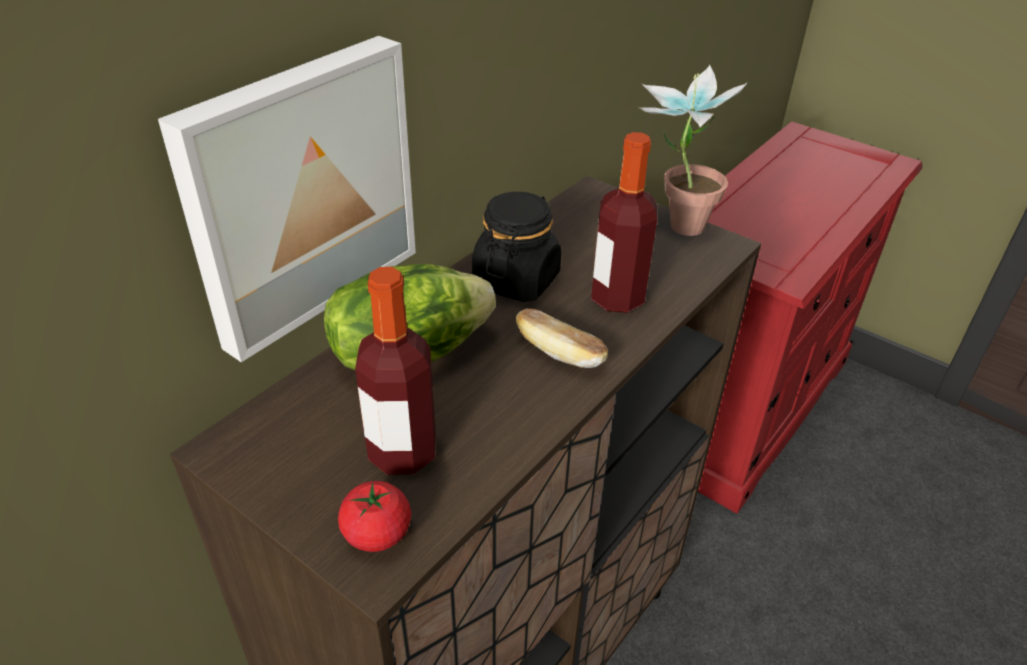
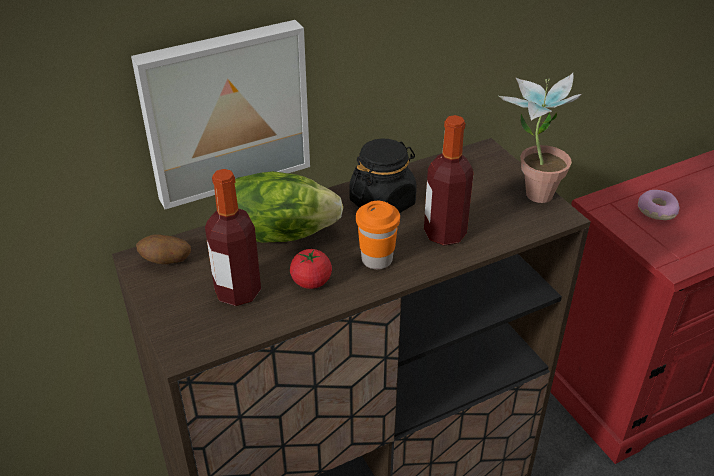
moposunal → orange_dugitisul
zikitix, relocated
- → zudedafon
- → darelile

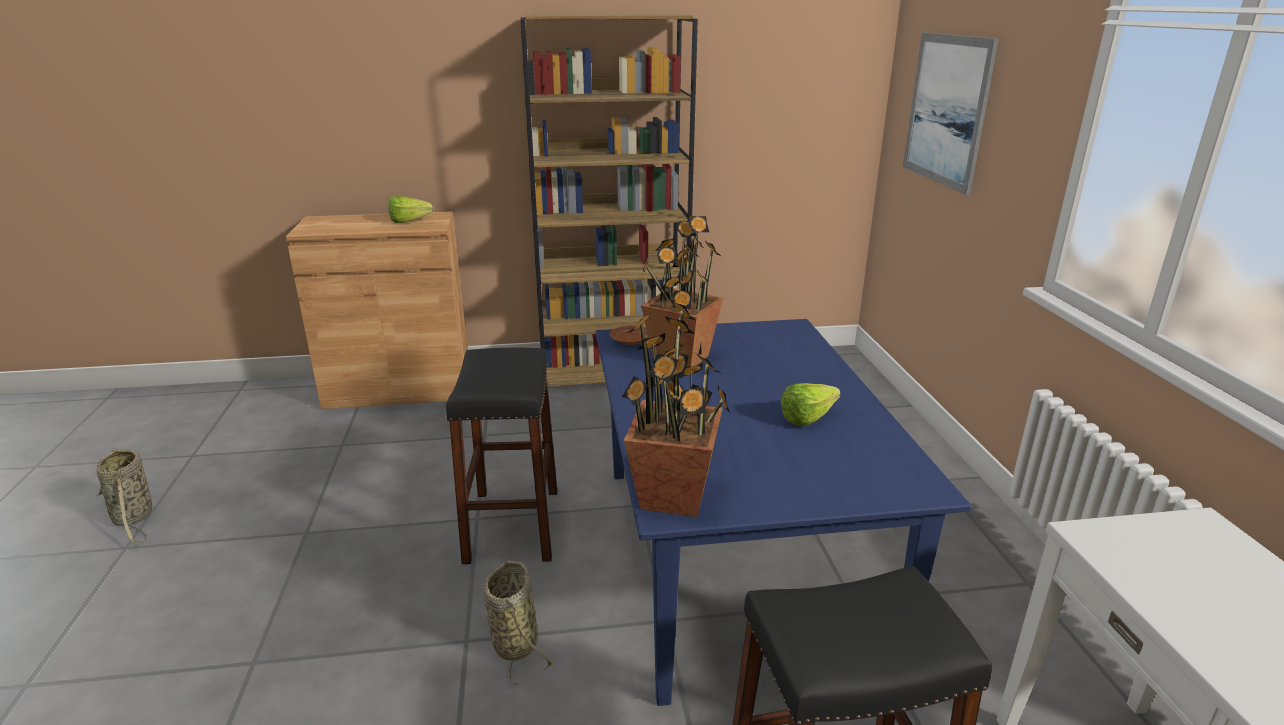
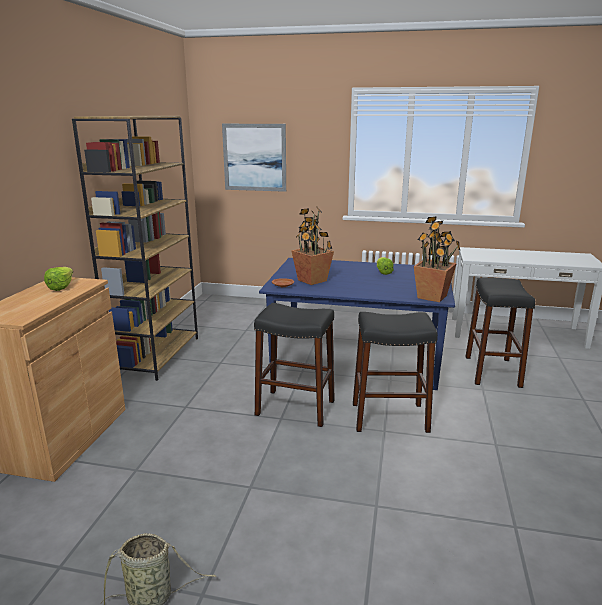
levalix (no. 2 from left) → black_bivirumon (no. 2 from left)

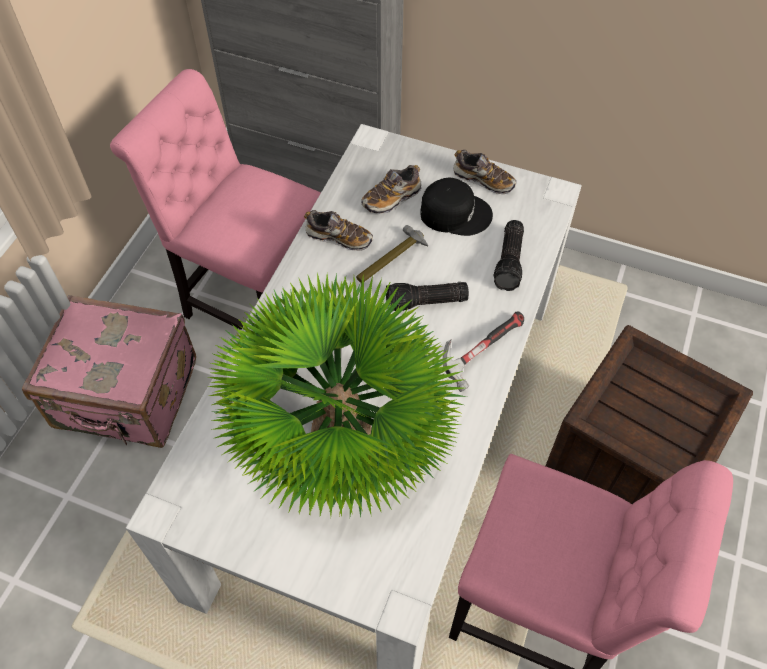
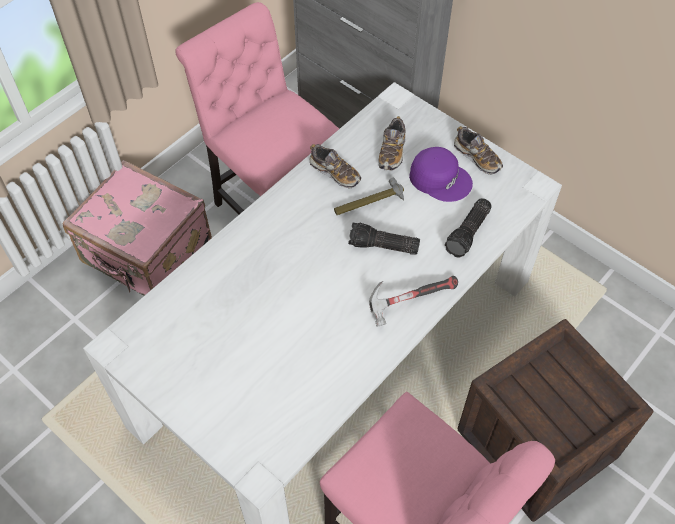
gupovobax (no. 2 from left), 60 degrees counterclockwise
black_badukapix → purple_badukapix
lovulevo → -

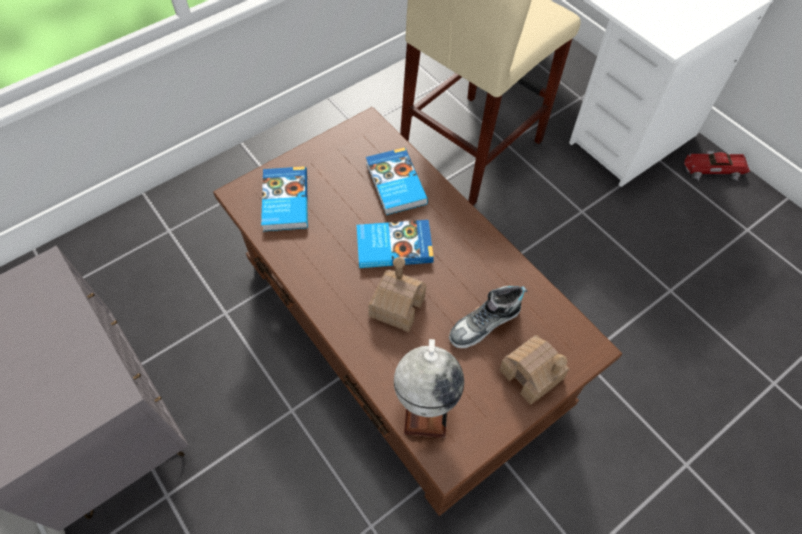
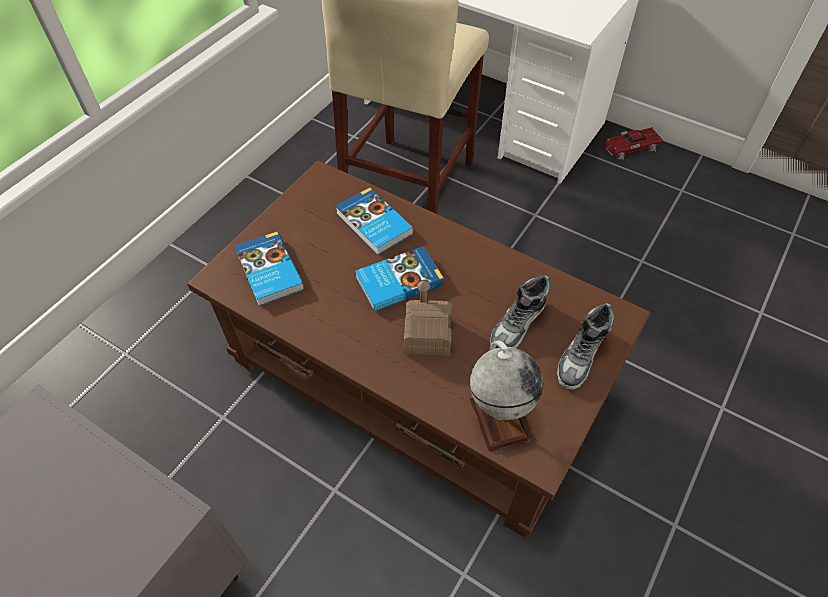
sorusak (no. 2 from left) → gupovobax (no. 2 from left)

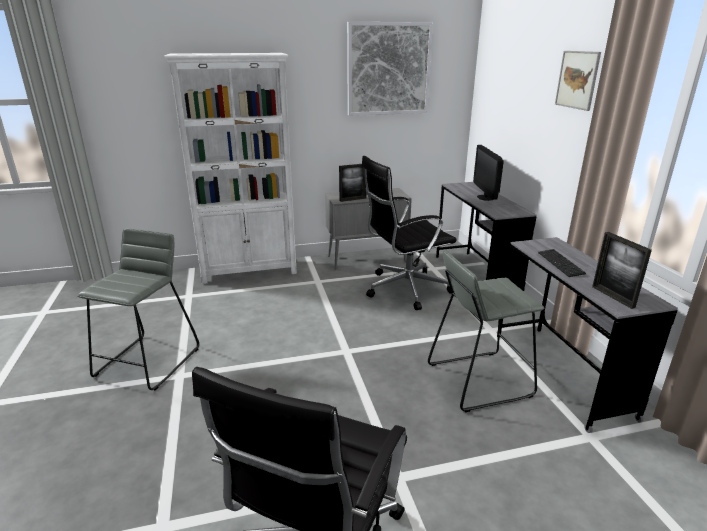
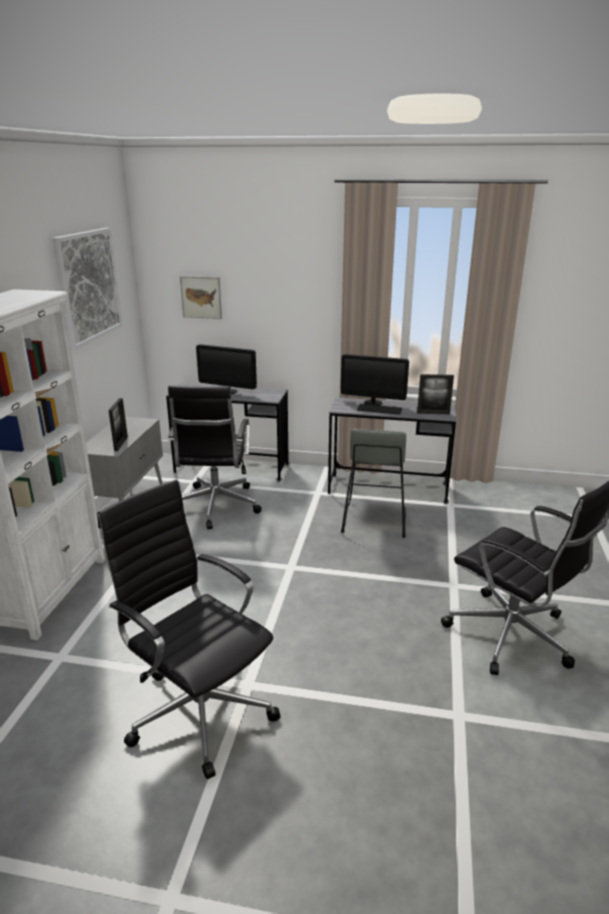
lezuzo (no. 2 from left), relocated
grey_bivirumon (no. 1 from left) → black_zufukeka (no. 1 from left)
- → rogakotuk (no. 2 from left)

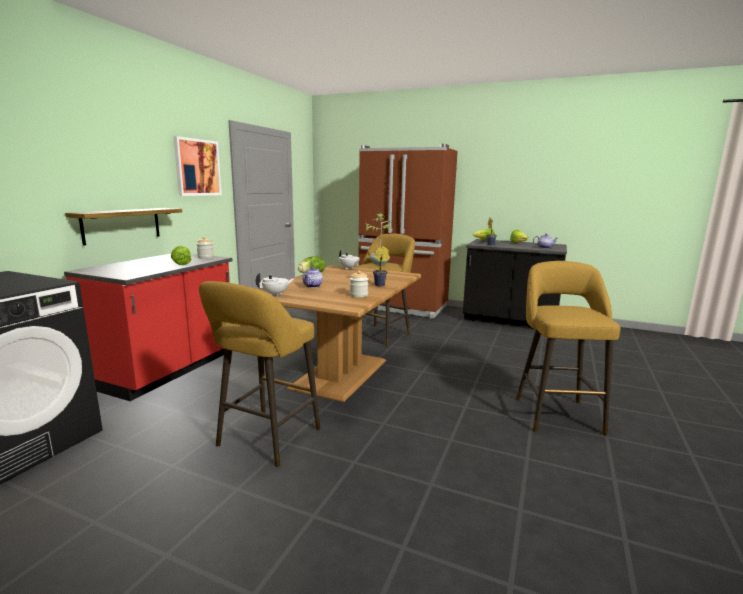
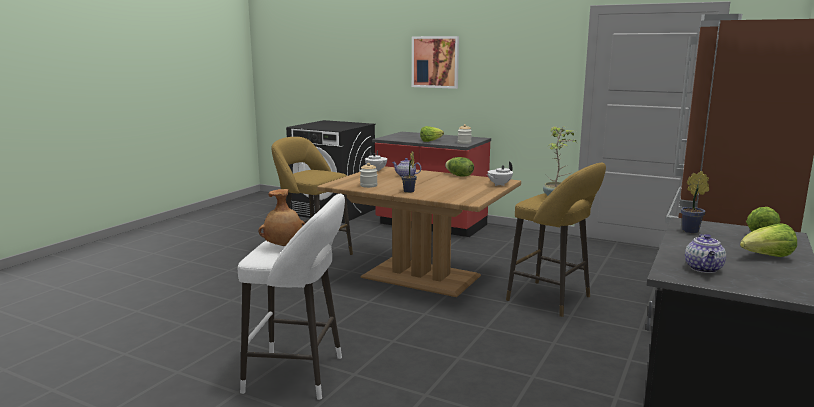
lezuzo, relocated
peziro → -
yellow_bivirumon (no. 3 from left) → white_bivirumon
- → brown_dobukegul

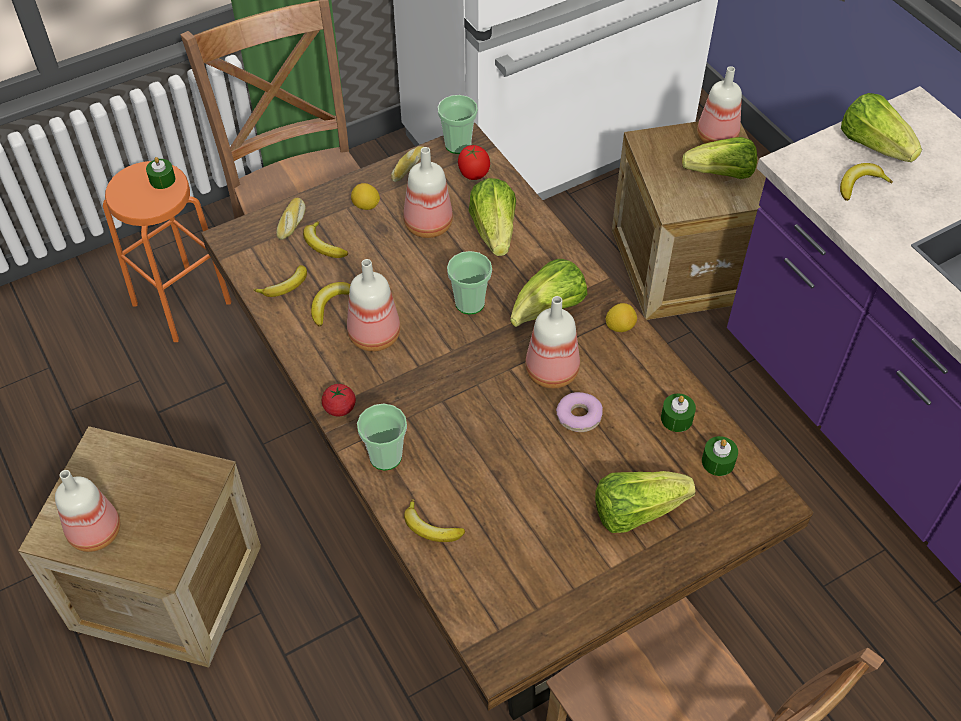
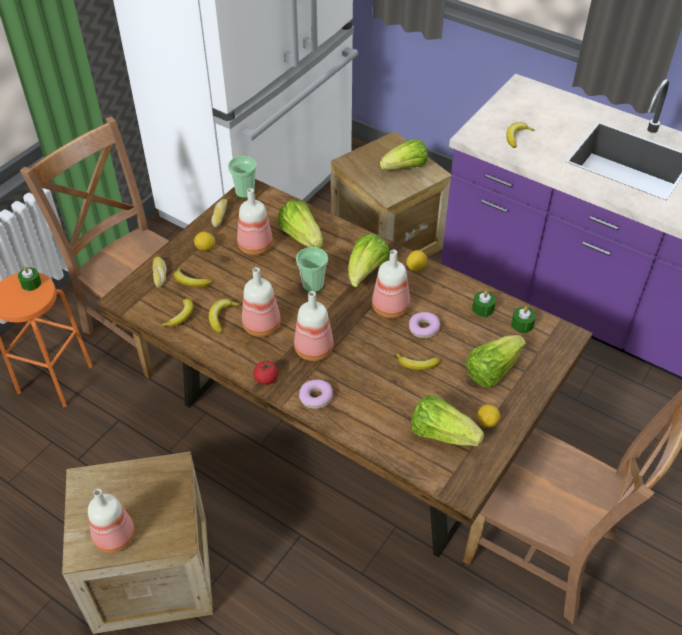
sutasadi (no. 5 from left in the first image) → sutasadi (no. 4 from left), relocated
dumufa (no. 5 from left in the first image) → dumufa (no. 4 from left), relocated
zikitix (no. 2 from left) → -
dugitisul (no. 1 from left) → zudedafon (no. 1 from left)
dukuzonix (no. 4 from left), relocated
- → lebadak (no. 3 from left)

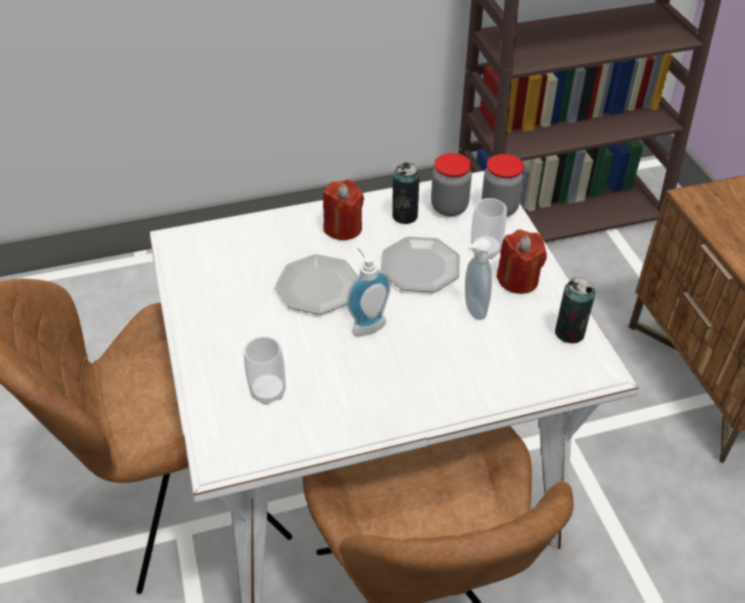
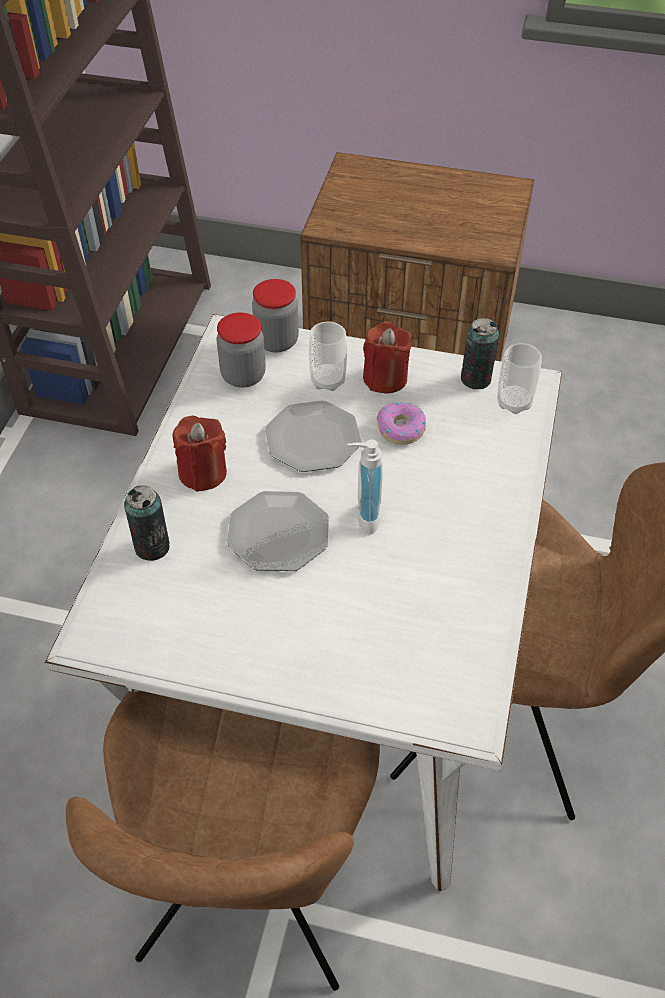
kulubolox (no. 1 from left), relocated
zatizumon (no. 2 from left) → zudedafon
dugitisul (no. 1 from left in the first image) → dugitisul (no. 2 from left), relocated

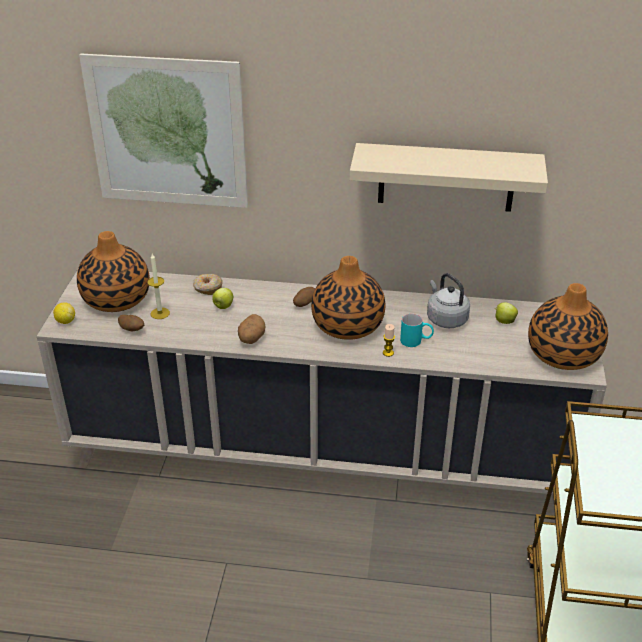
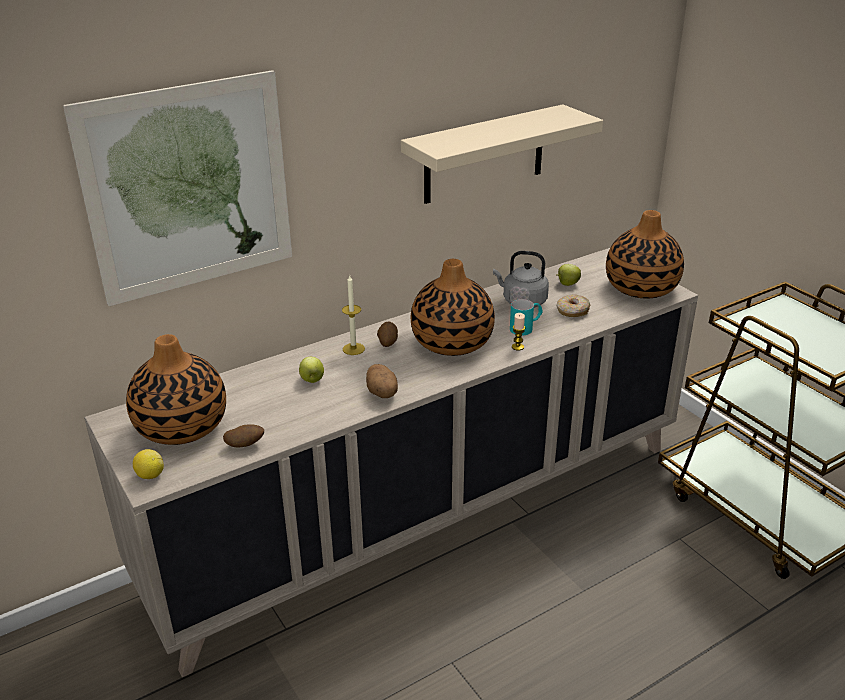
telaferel (no. 1 from left), relocated
zudedafon, relocated

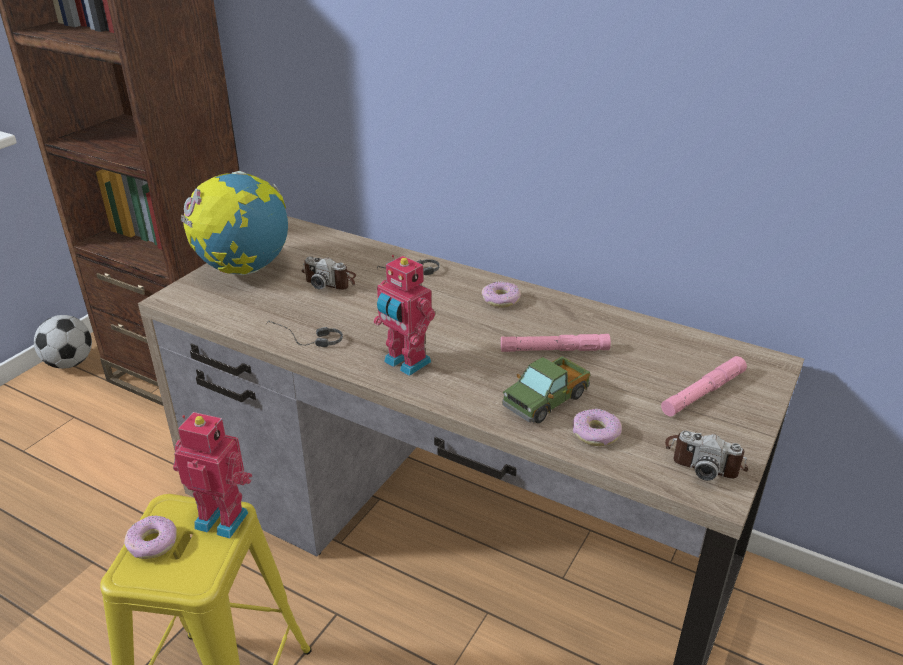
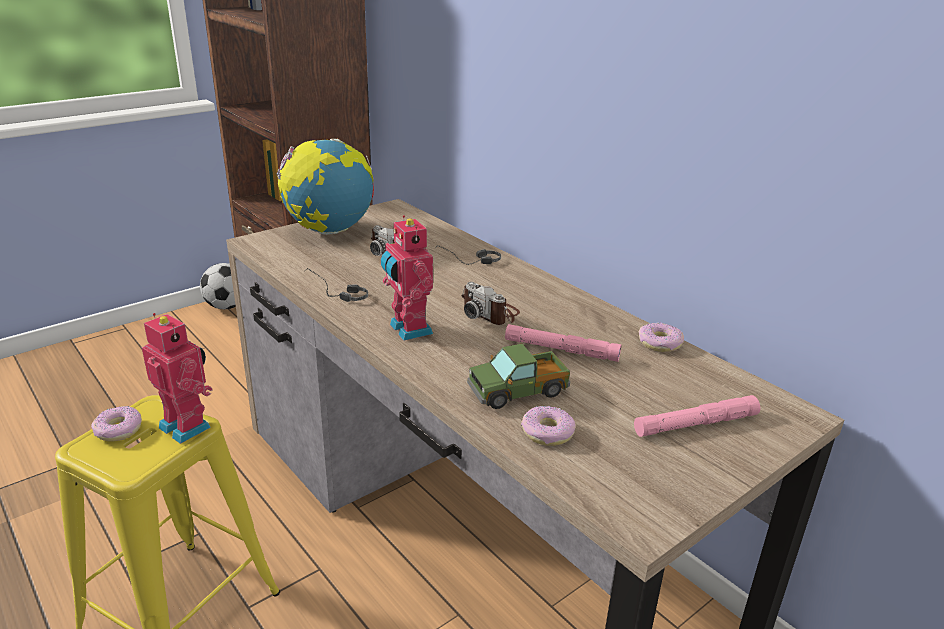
zudedafon (no. 2 from left in the first image) → zudedafon (no. 3 from left), relocated
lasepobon (no. 2 from left), relocated

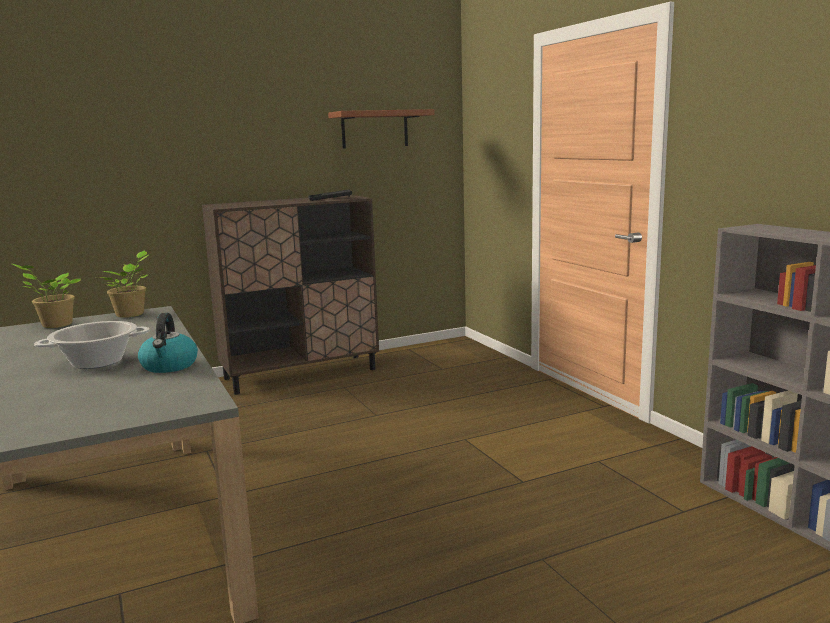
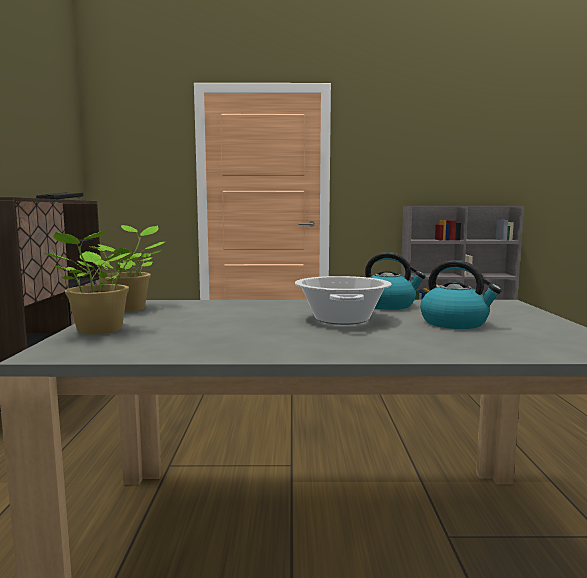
brown_peziro → -
- → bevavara (no. 2 from left)

